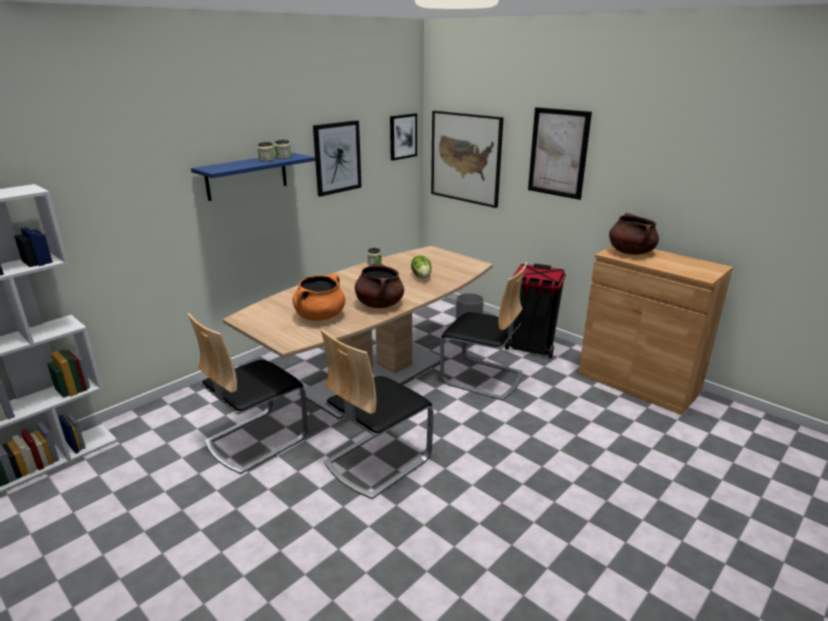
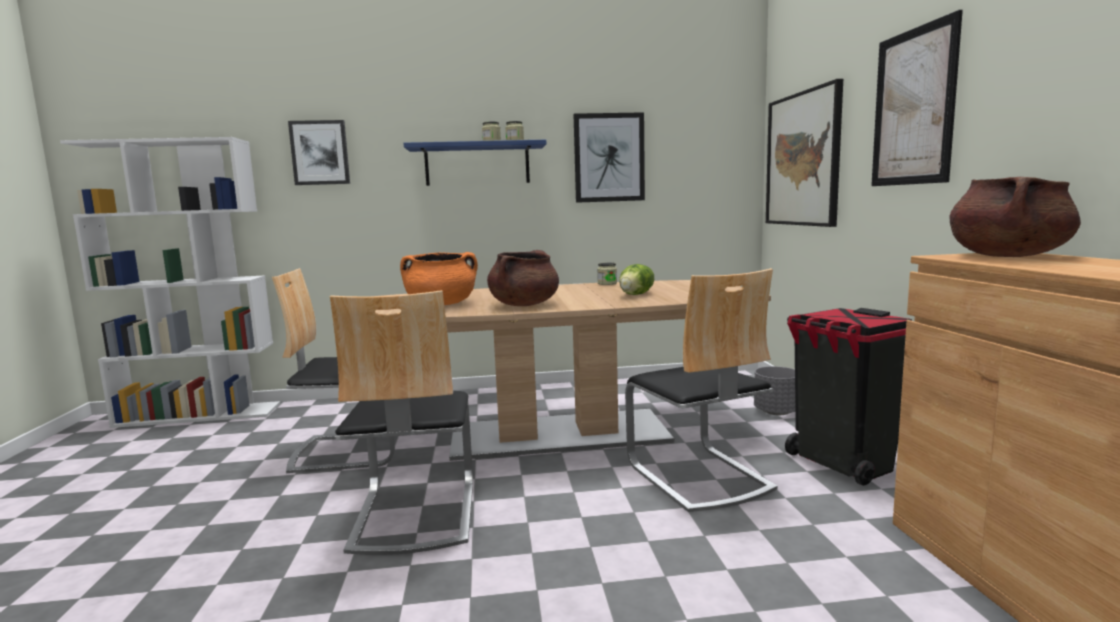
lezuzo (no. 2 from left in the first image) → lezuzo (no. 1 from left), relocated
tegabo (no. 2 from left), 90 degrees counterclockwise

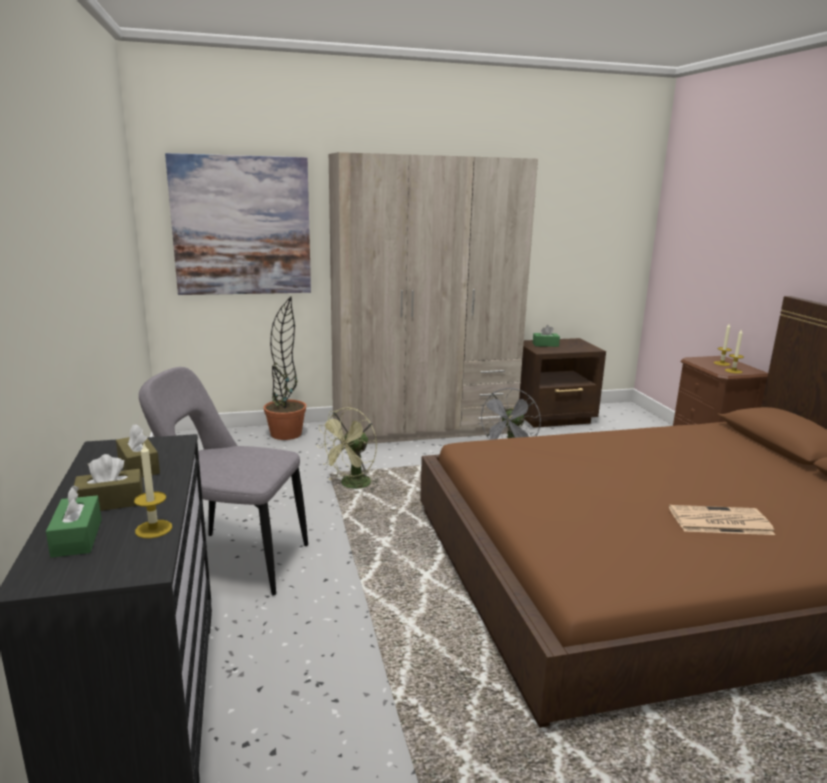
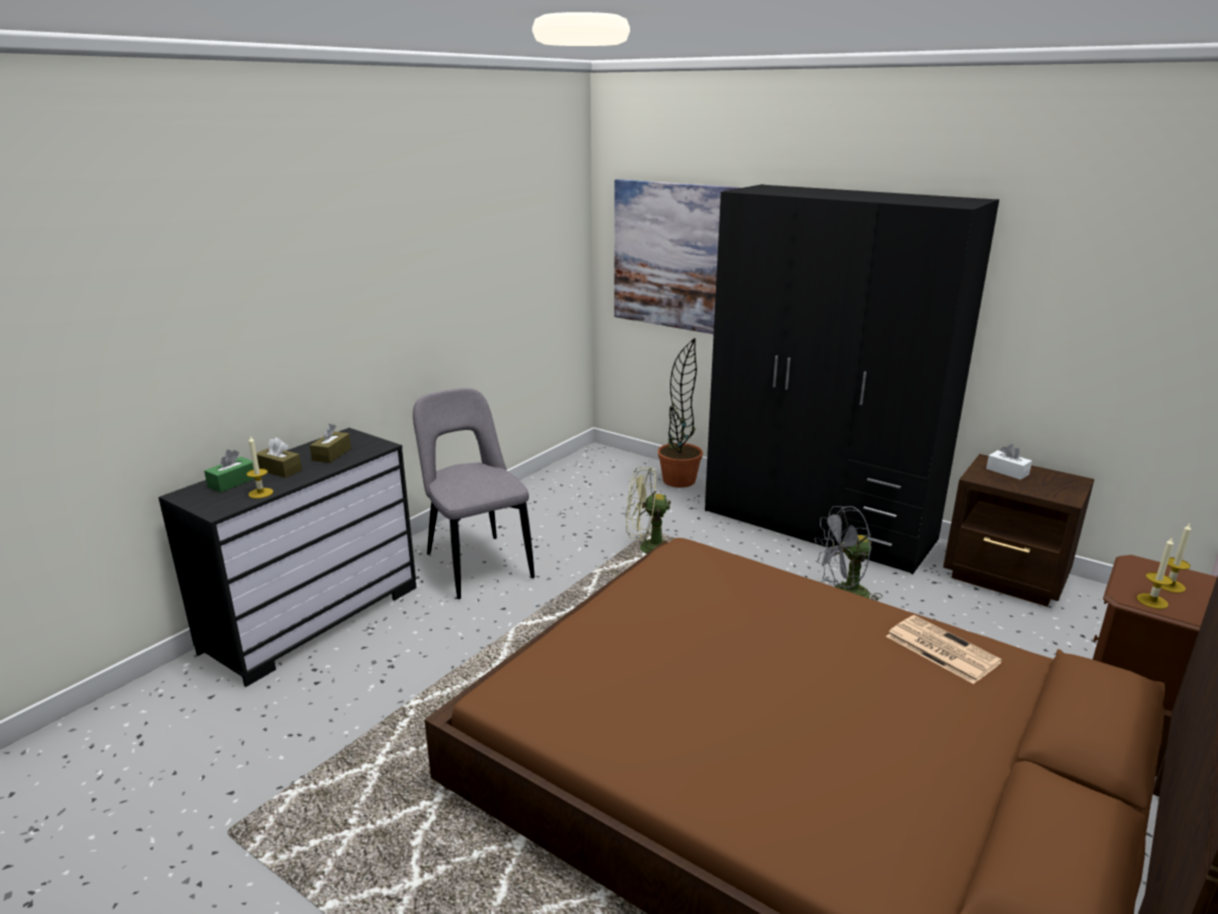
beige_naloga → black_naloga
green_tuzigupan (no. 2 from left) → white_tuzigupan
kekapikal, relocated

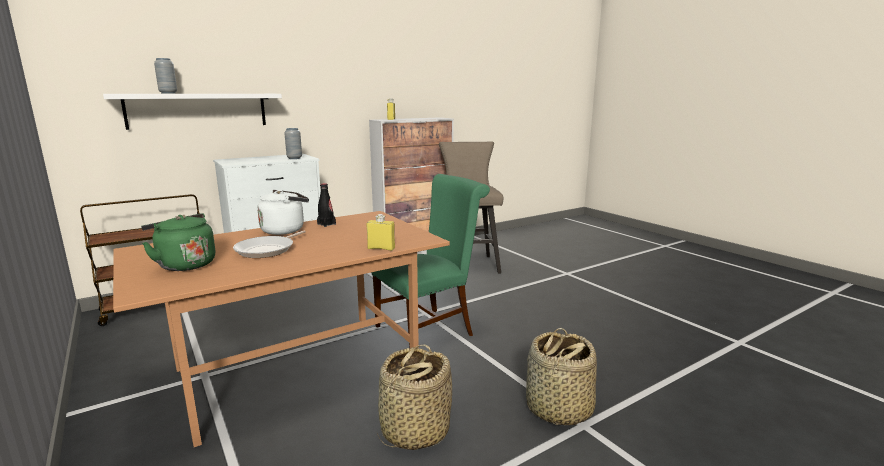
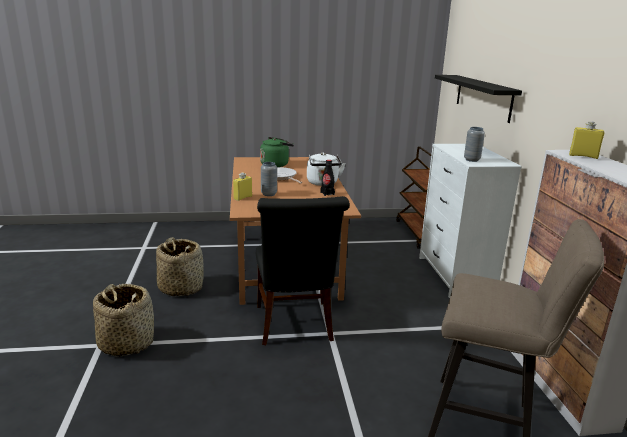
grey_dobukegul (no. 1 from left), relocated
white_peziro → black_peziro
green_tegabo → black_tegabo

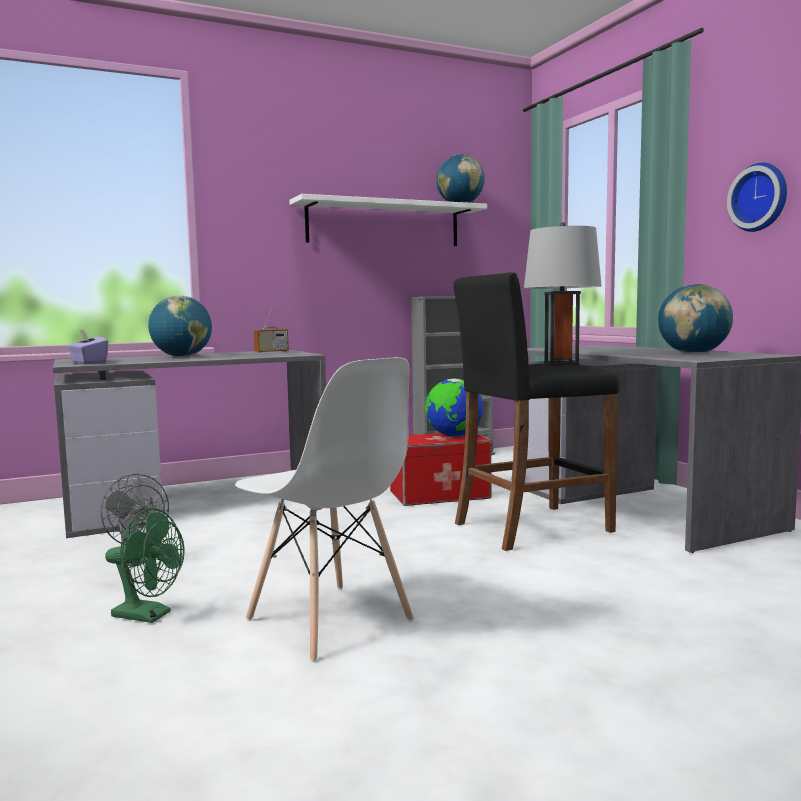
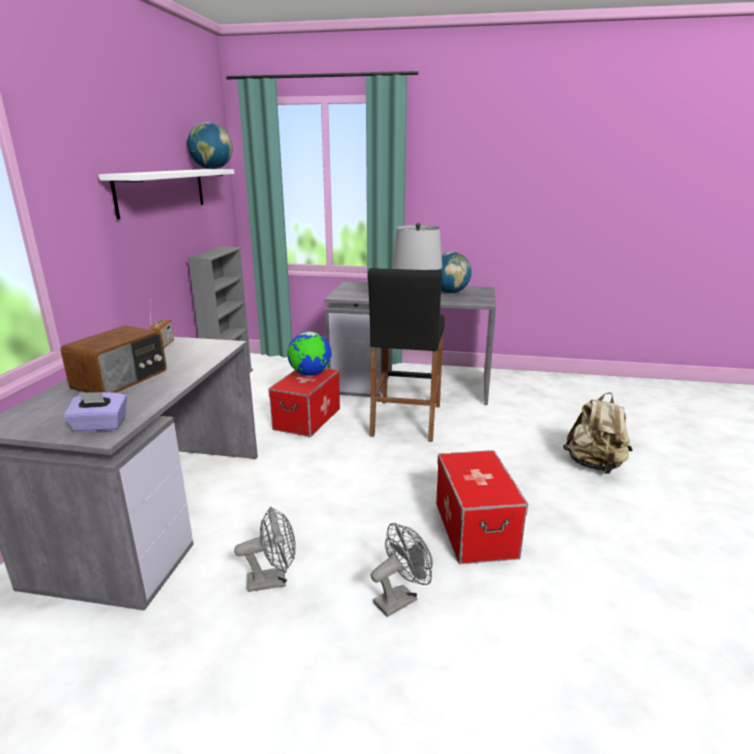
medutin → -
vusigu (no. 1 from left) → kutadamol (no. 1 from left)
white_tegabo → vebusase (no. 2 from left)
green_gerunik → grey_gerunik (no. 2 from left)
- → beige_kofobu

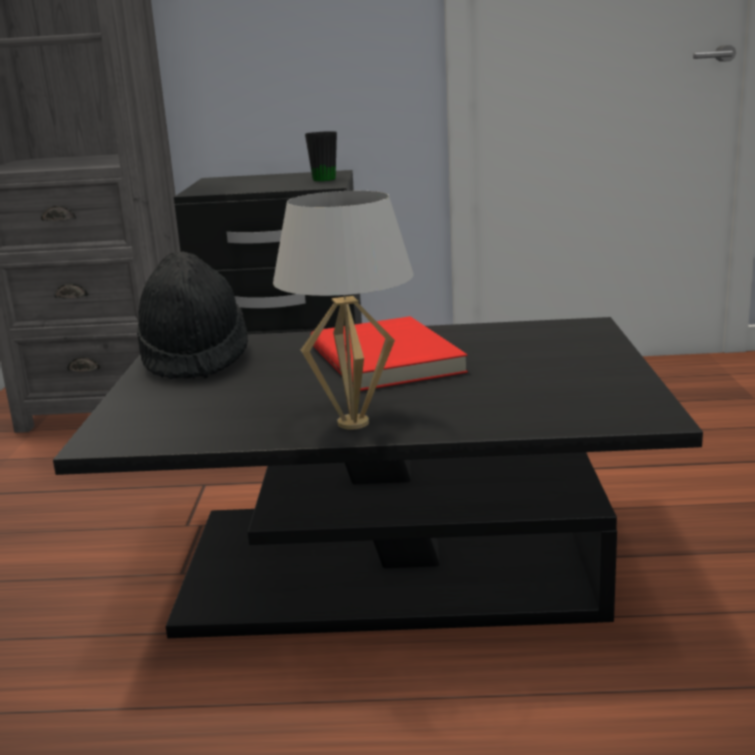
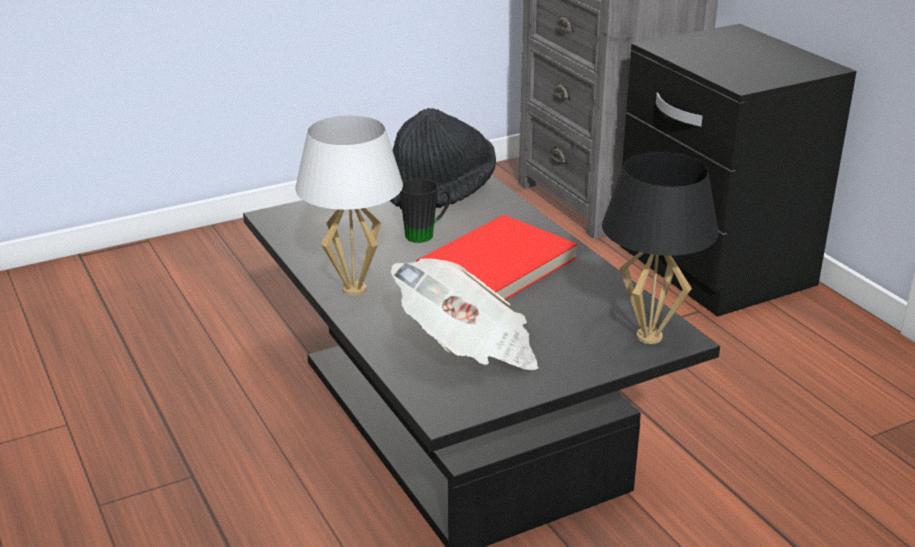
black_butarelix, relocated
- → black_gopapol
- → kekapikal

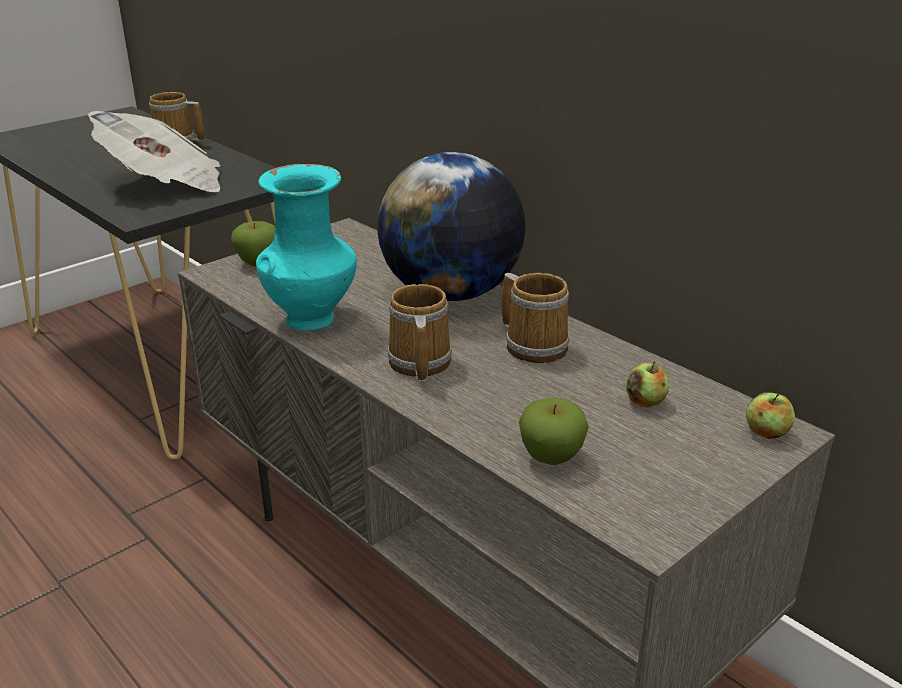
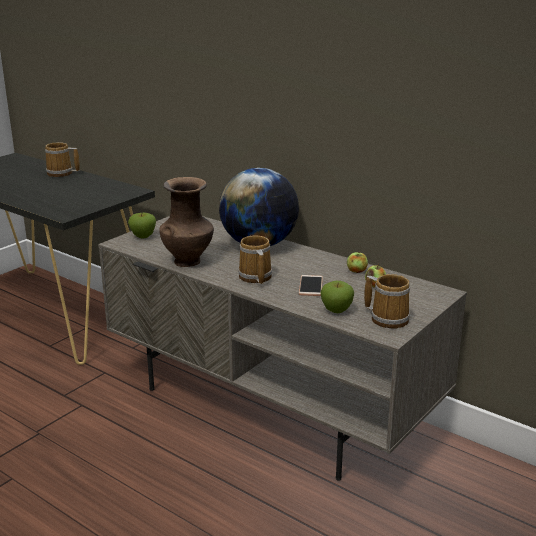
kekapikal → -
turquoise_dobukegul → brown_dobukegul
butarelix (no. 3 from left), relocated
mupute (no. 4 from left in the first image) → mupute (no. 3 from left), relocated
- → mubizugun

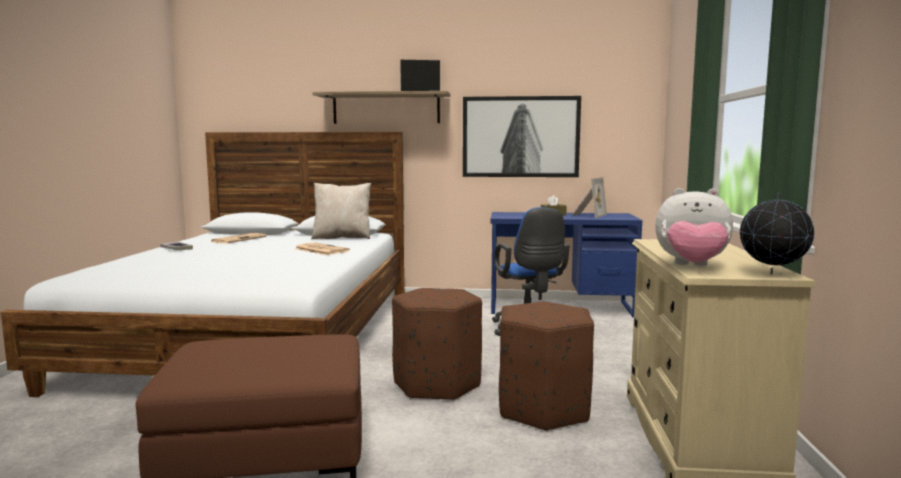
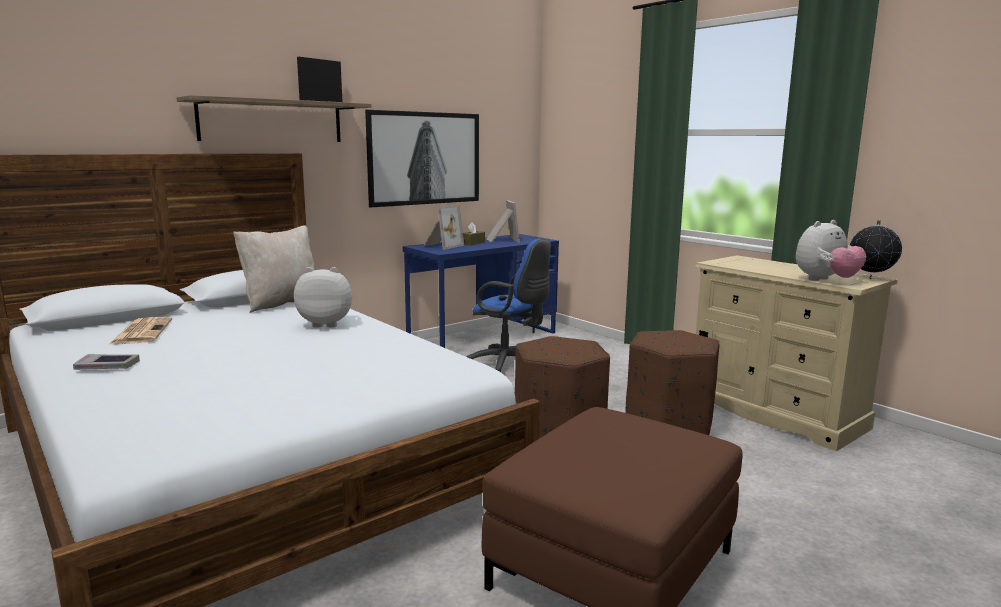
kekapikal (no. 2 from left) → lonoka (no. 1 from left)
- → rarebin (no. 2 from left)

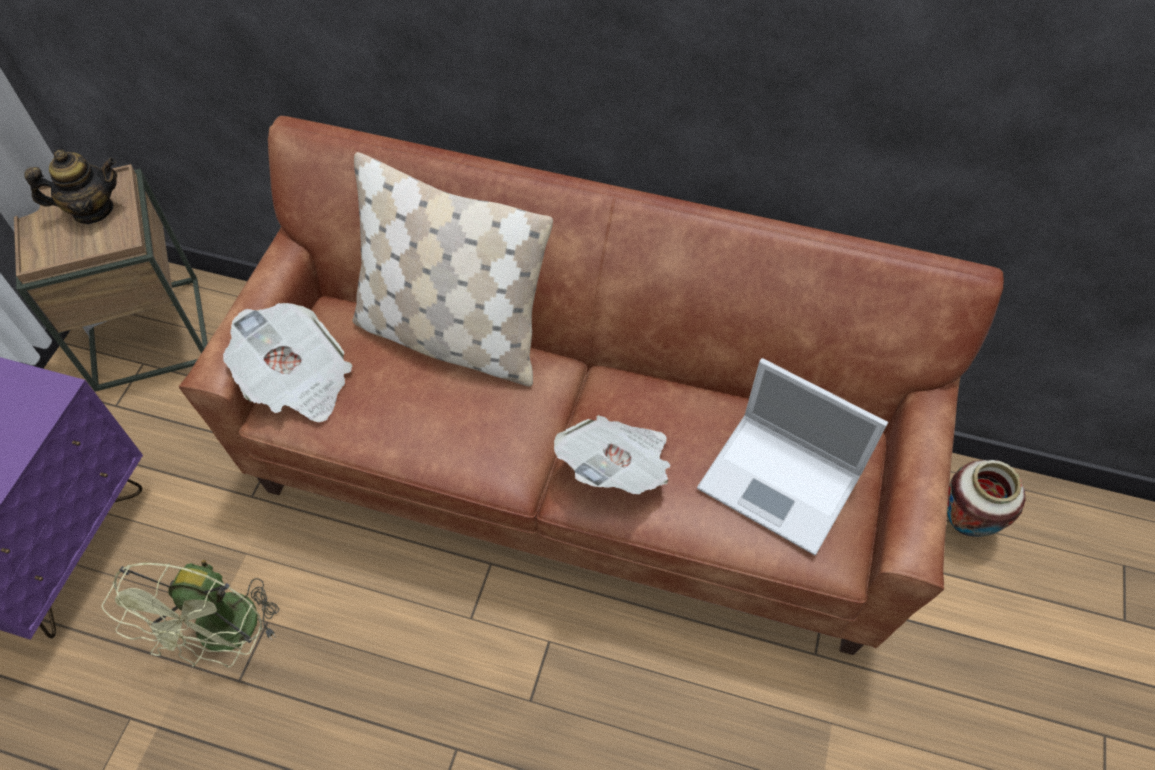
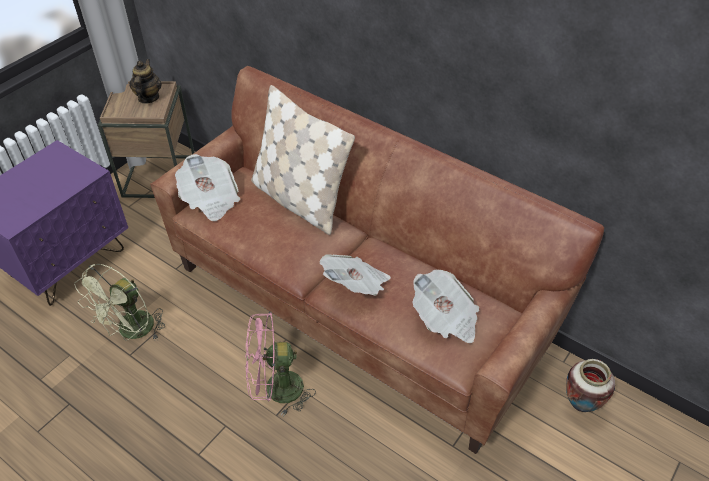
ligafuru, 90 degrees counterclockwise
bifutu → kekapikal (no. 3 from left)
- → pink_gerunik

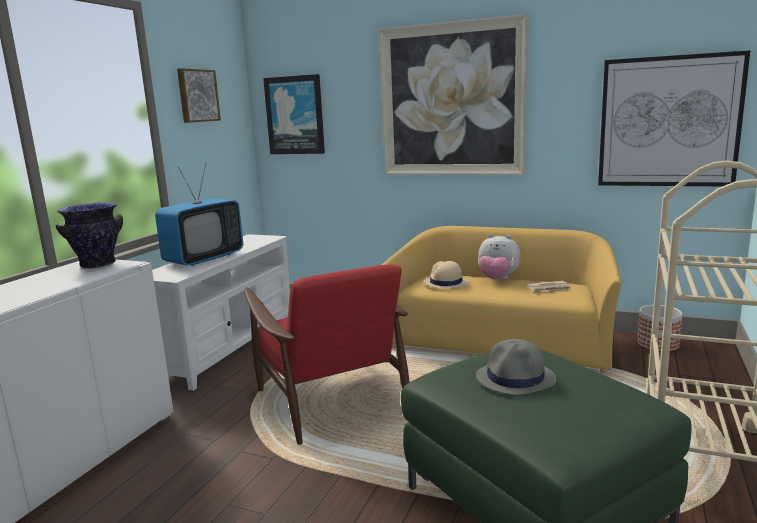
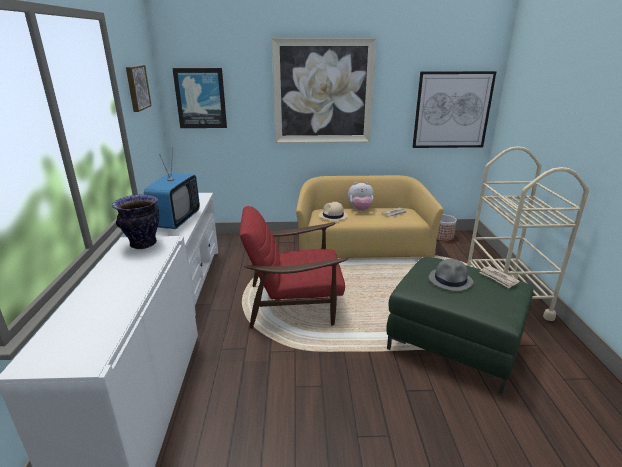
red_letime, 135 degrees clockwise
- → kekapikal (no. 2 from left)

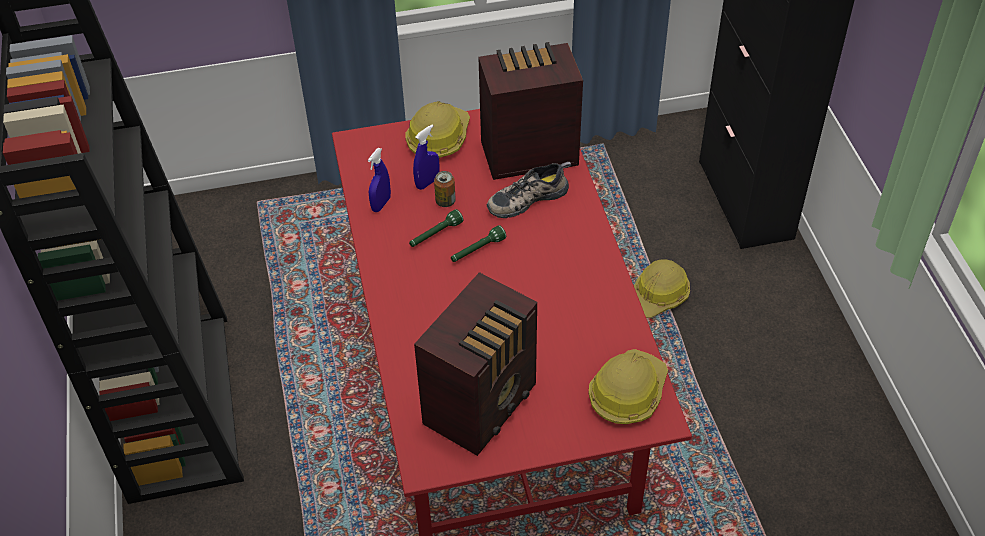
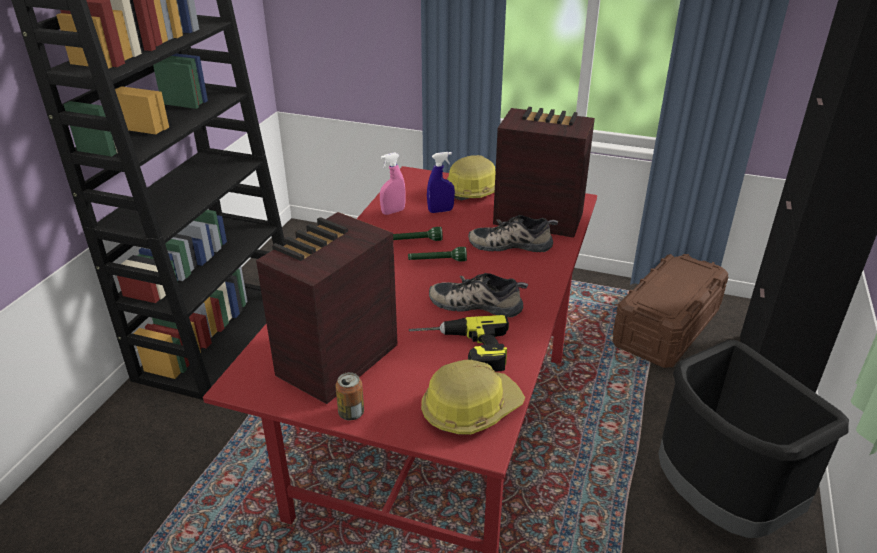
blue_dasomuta (no. 1 from left) → pink_dasomuta
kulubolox, relocated
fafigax (no. 3 from left) → -
kutadamol (no. 1 from left), 150 degrees clockwise
- → brown_vebusase
- → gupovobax (no. 1 from left)
- → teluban
- → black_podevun

